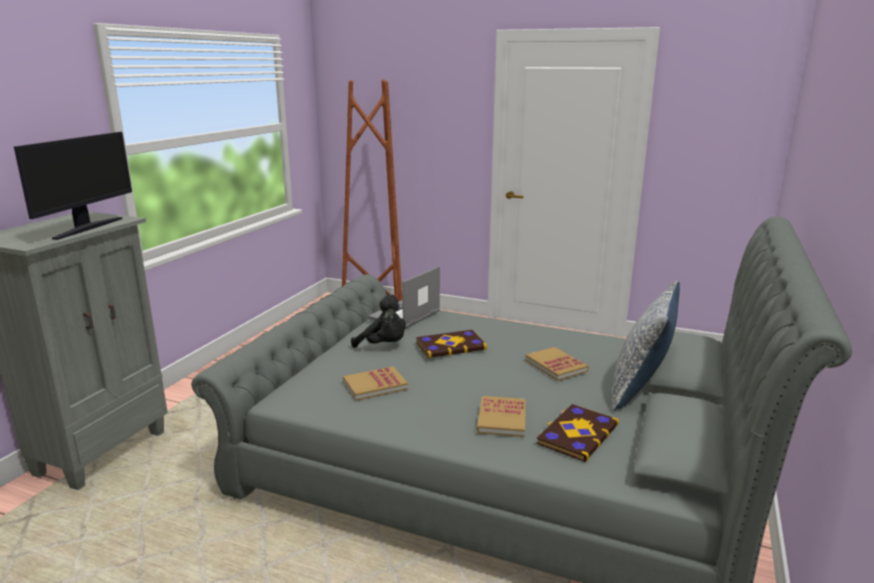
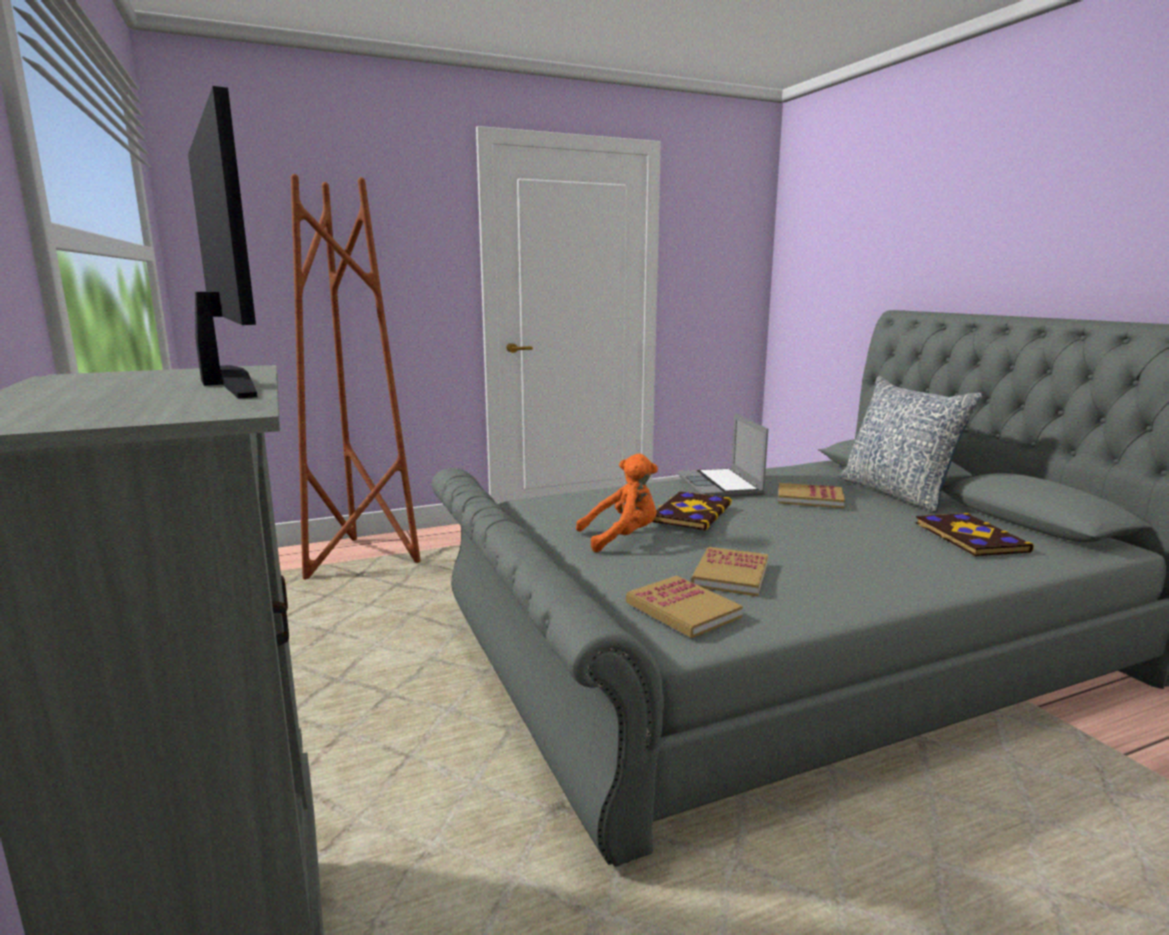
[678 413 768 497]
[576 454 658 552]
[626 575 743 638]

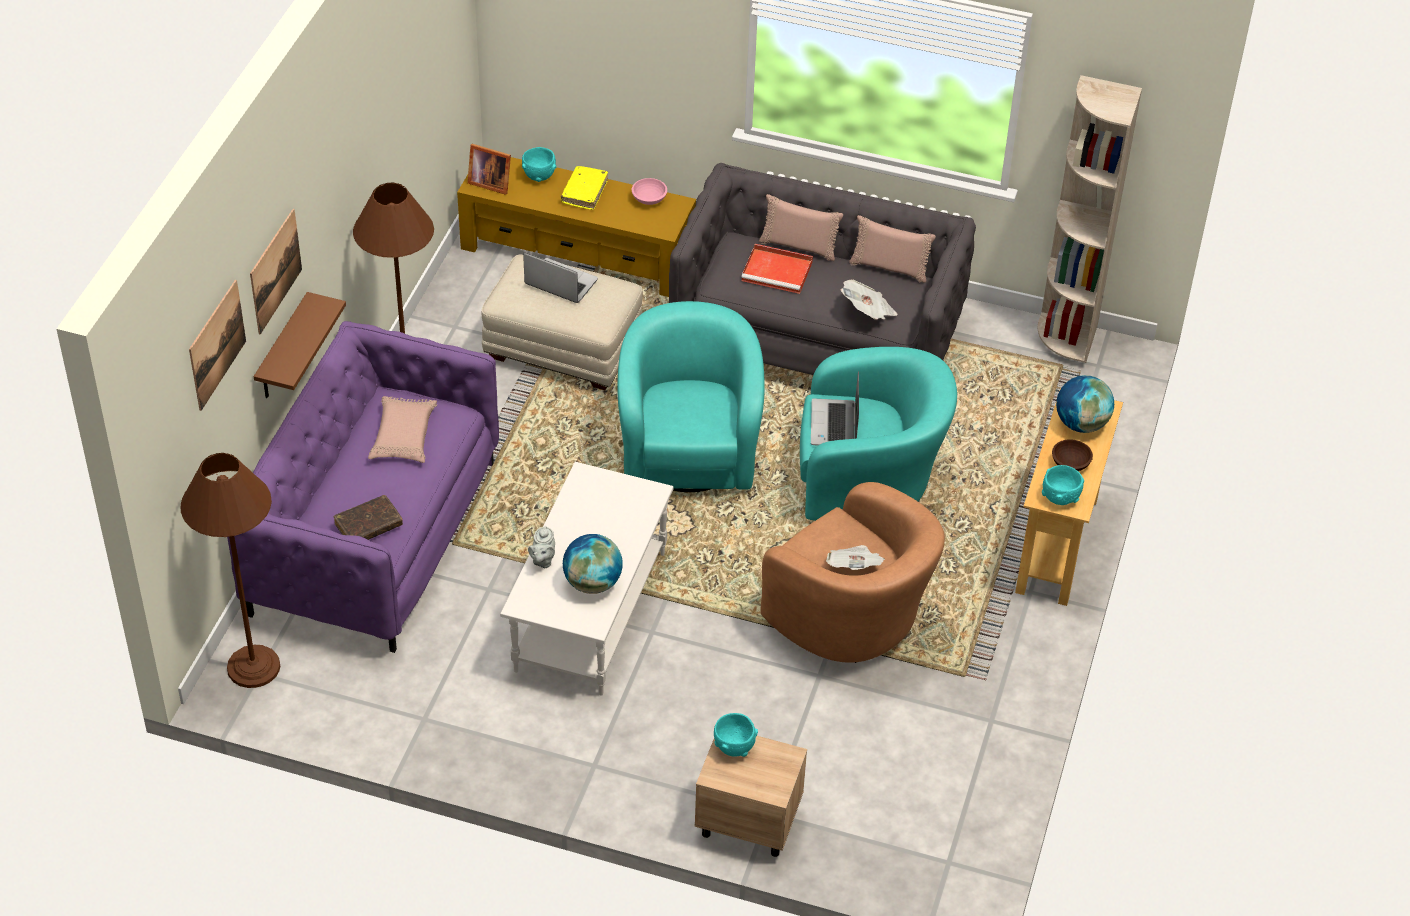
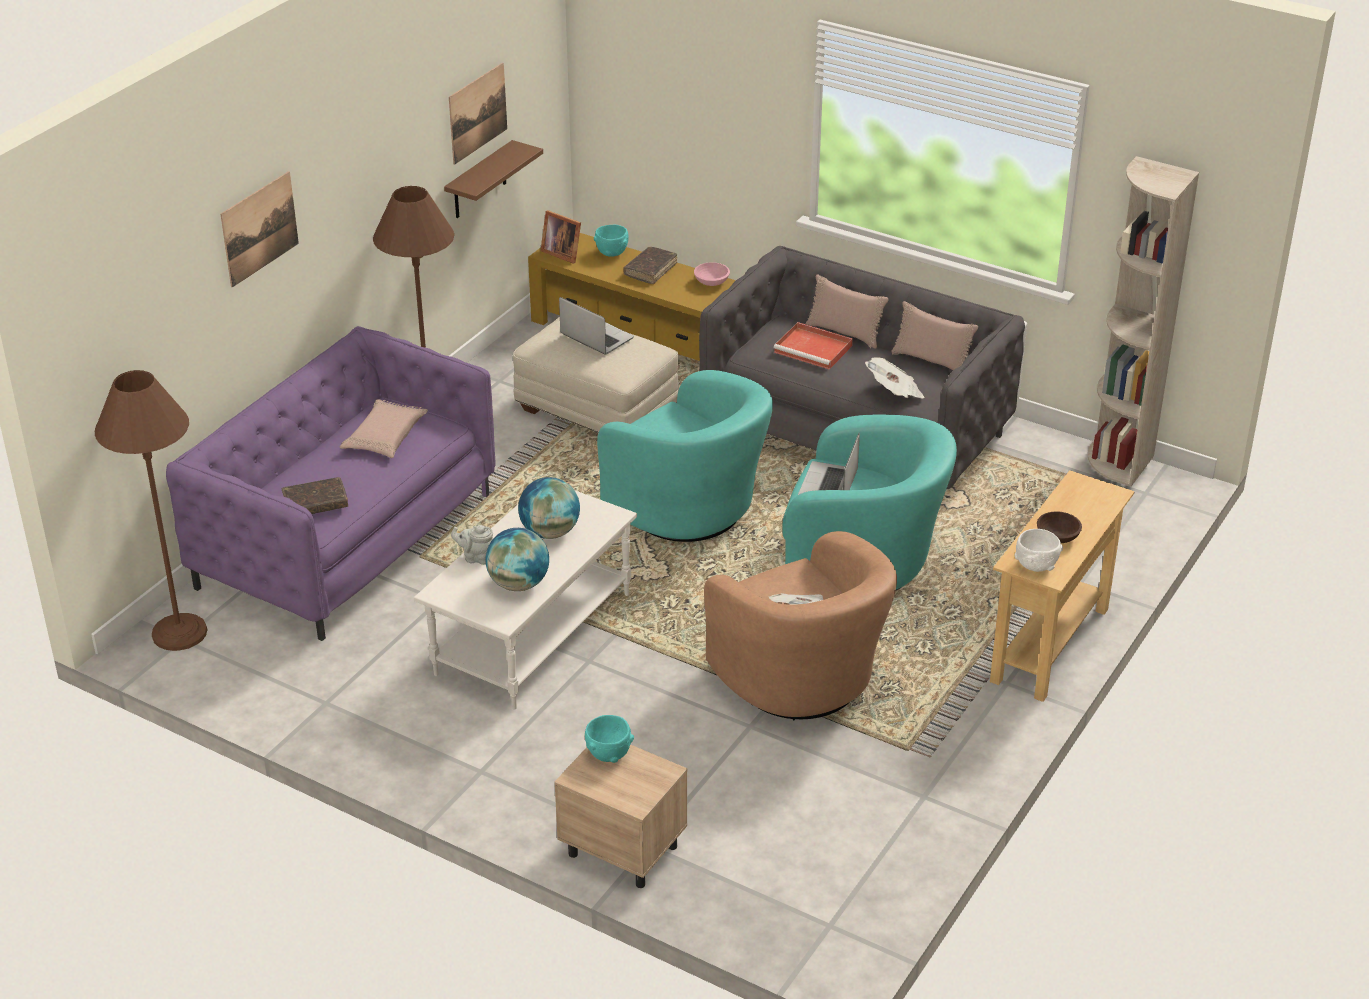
[623 247 678 284]
[449 63 507 165]
[444 140 543 218]
[597 370 773 542]
[518 477 580 539]
[1015 529 1063 572]
[451 525 493 565]

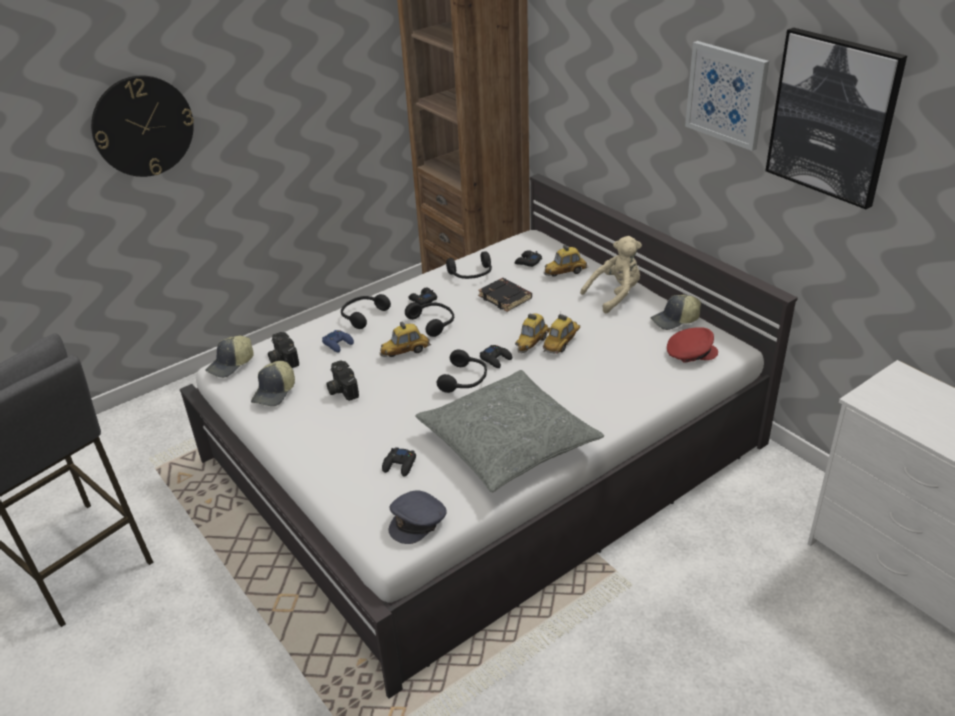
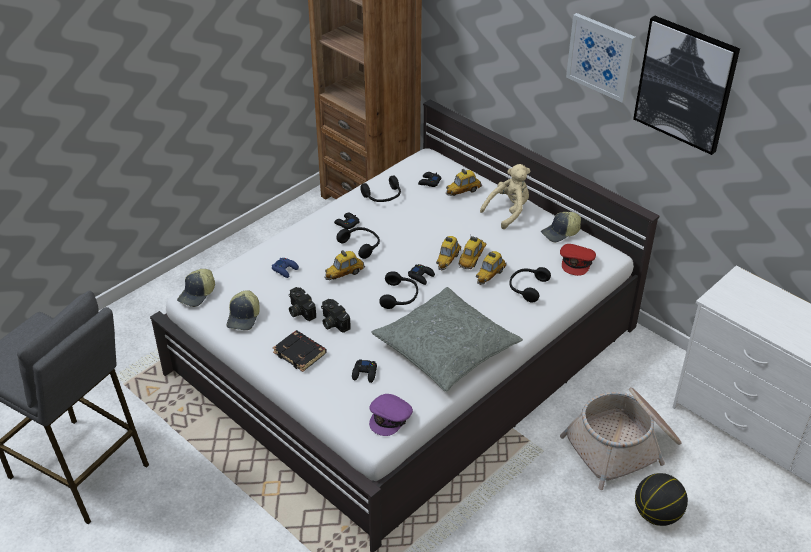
[91 76 194 177] (first image)
[273 330 327 372]
[509 267 551 303]
[560 244 596 276]
[321 299 351 333]
[369 394 413 436]
[476 251 507 285]
[560 387 682 490]
[635 473 688 526]

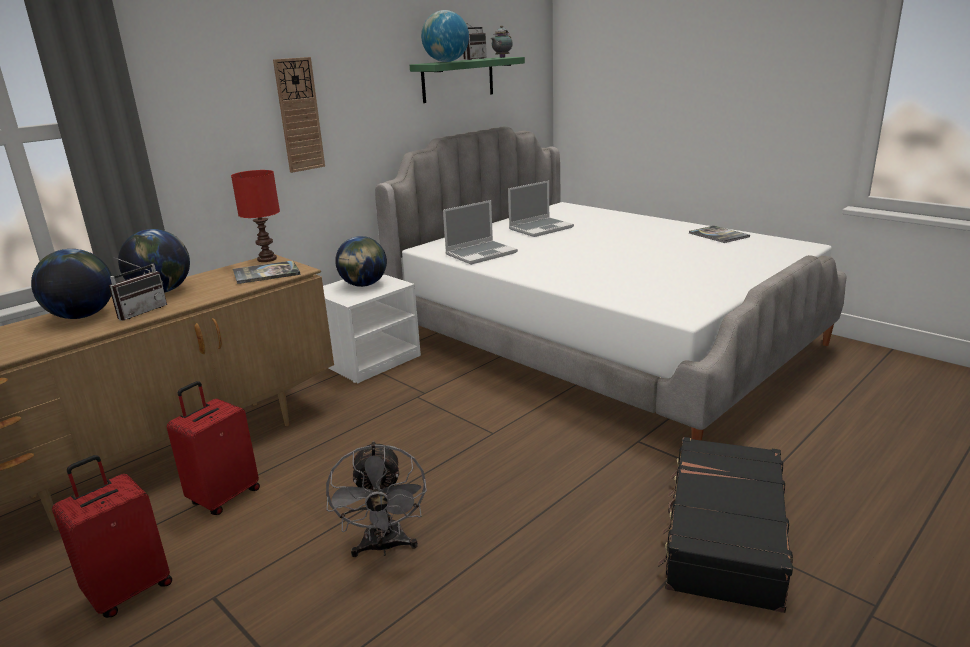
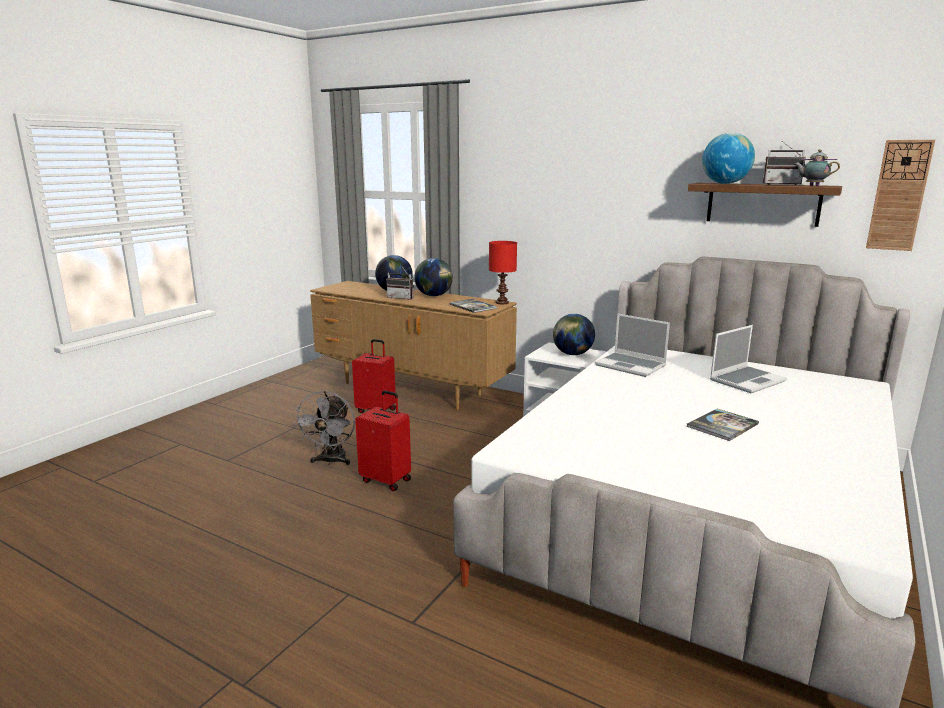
[866 140 935 251]
[688 183 842 227]
[710 325 787 393]
[687 409 759 441]
[658 437 793 613] (first image)
[293 391 355 465]
[355 391 411 491]

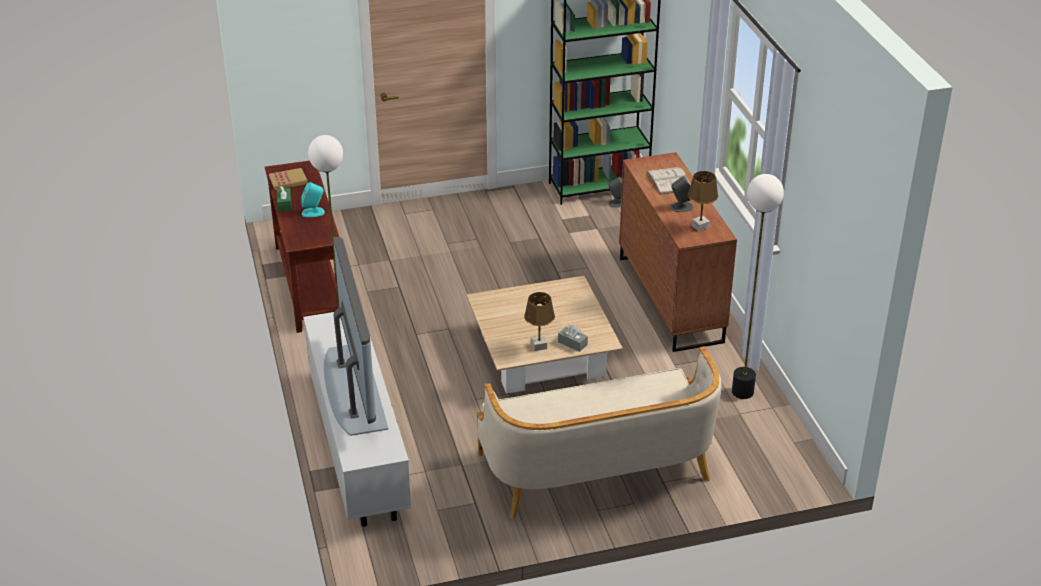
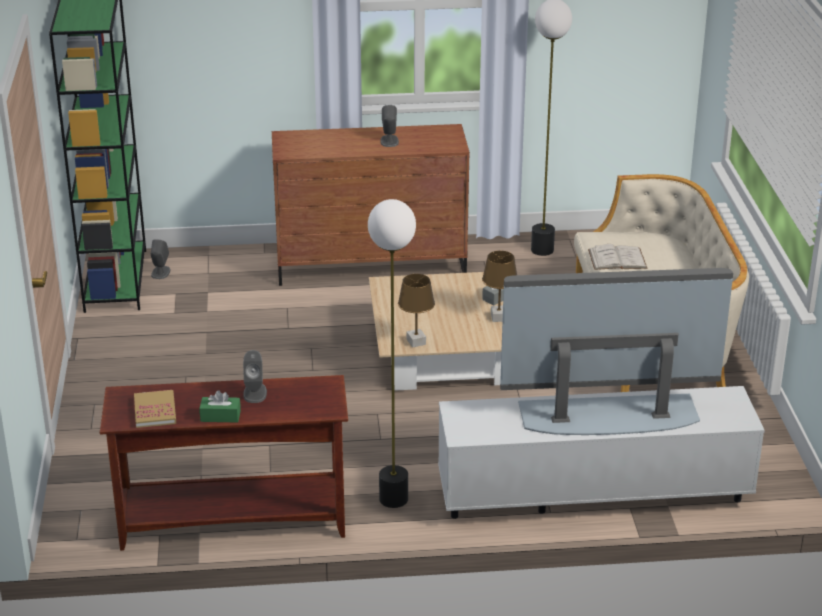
[588 244 647 270]
[398 274 435 348]
[243 350 267 403]

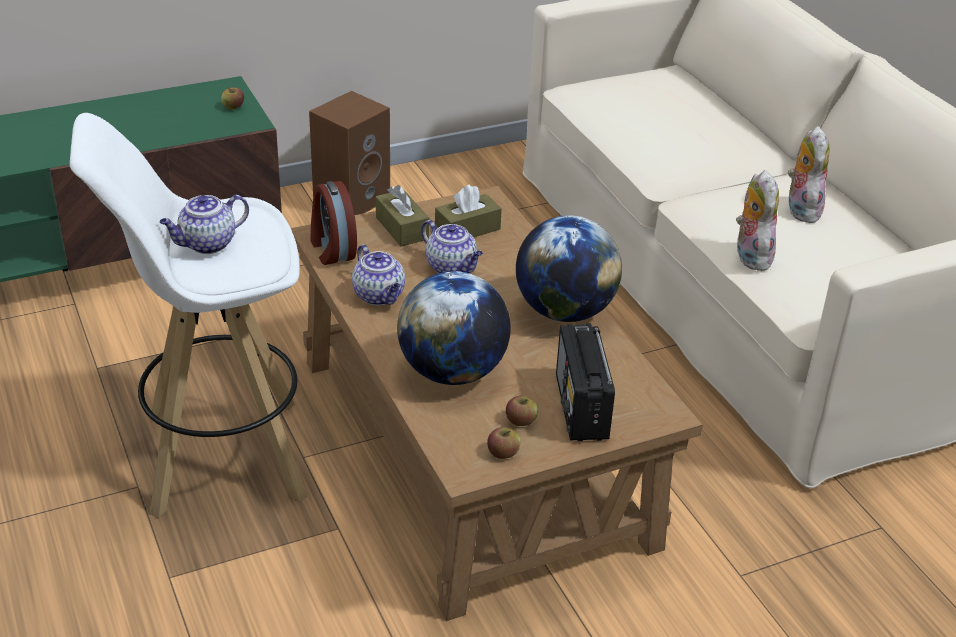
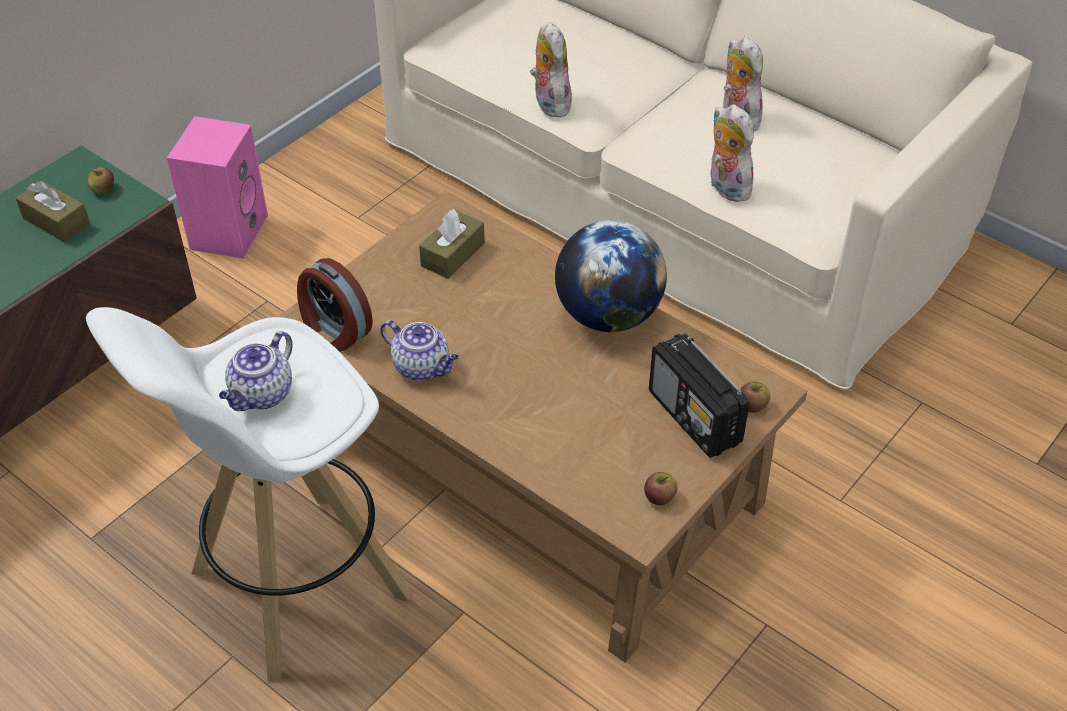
[167 116 268 259]
[16 181 90 242]
[421 220 483 273] (first image)
[397 271 511 385] (first image)
[740 382 770 413]
[530 22 572 117]

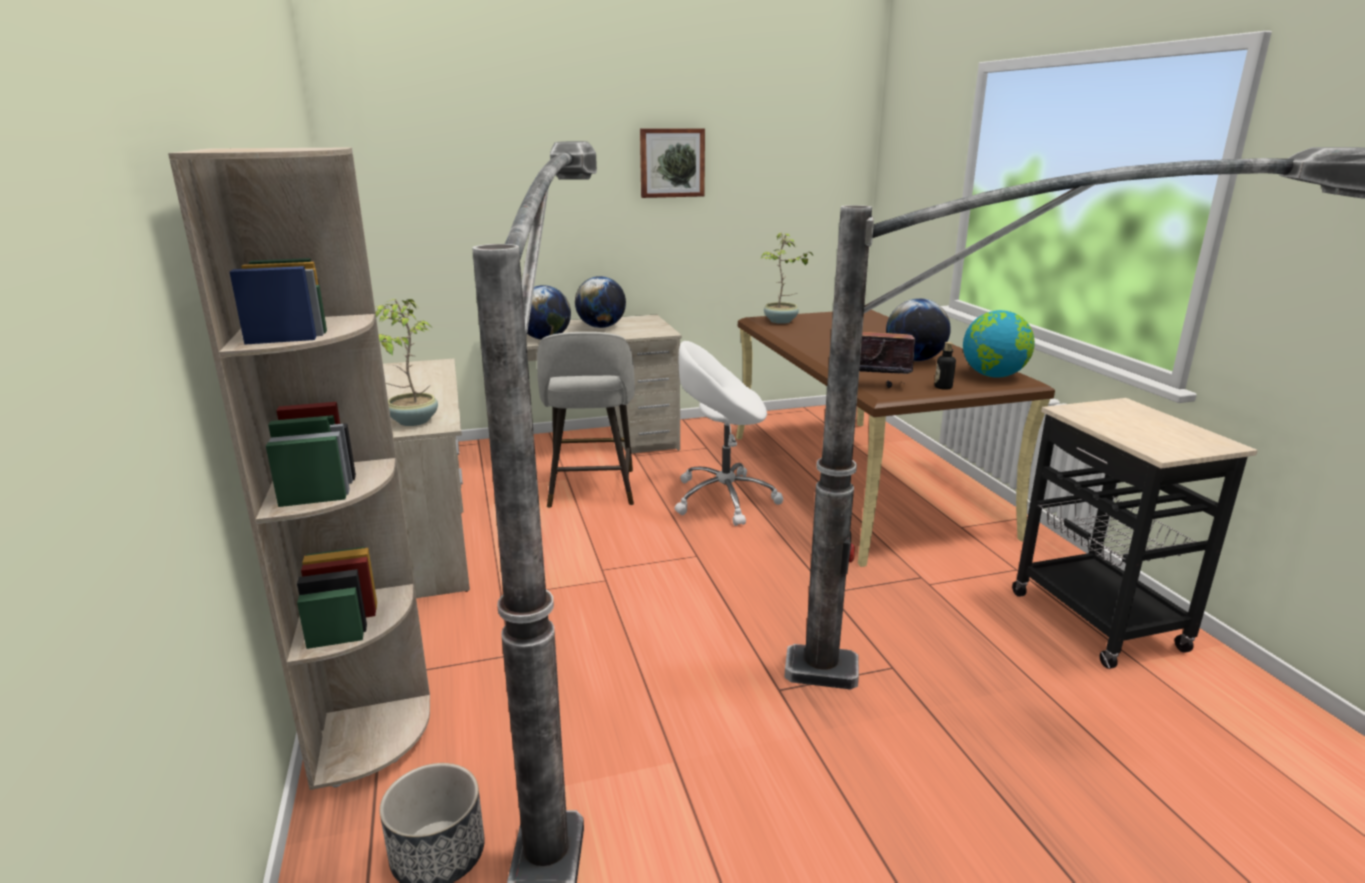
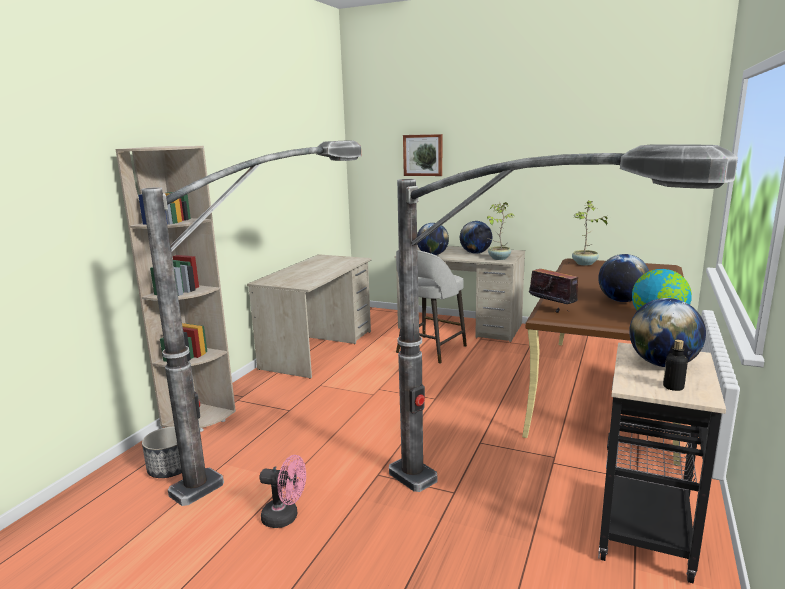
[403 134 442 176]
[487 202 514 260]
[675 341 783 526] (first image)
[663 340 688 391]
[629 298 706 367]
[259 455 306 528]

